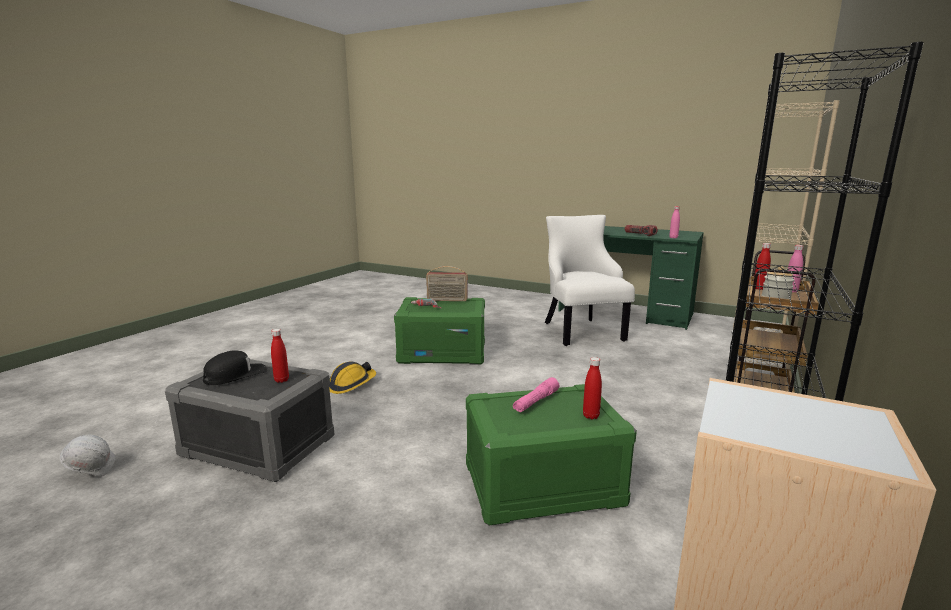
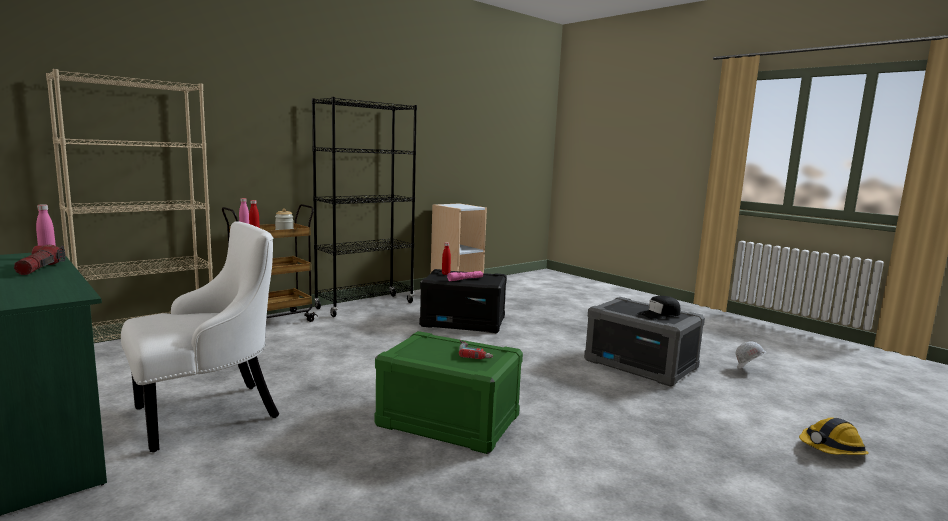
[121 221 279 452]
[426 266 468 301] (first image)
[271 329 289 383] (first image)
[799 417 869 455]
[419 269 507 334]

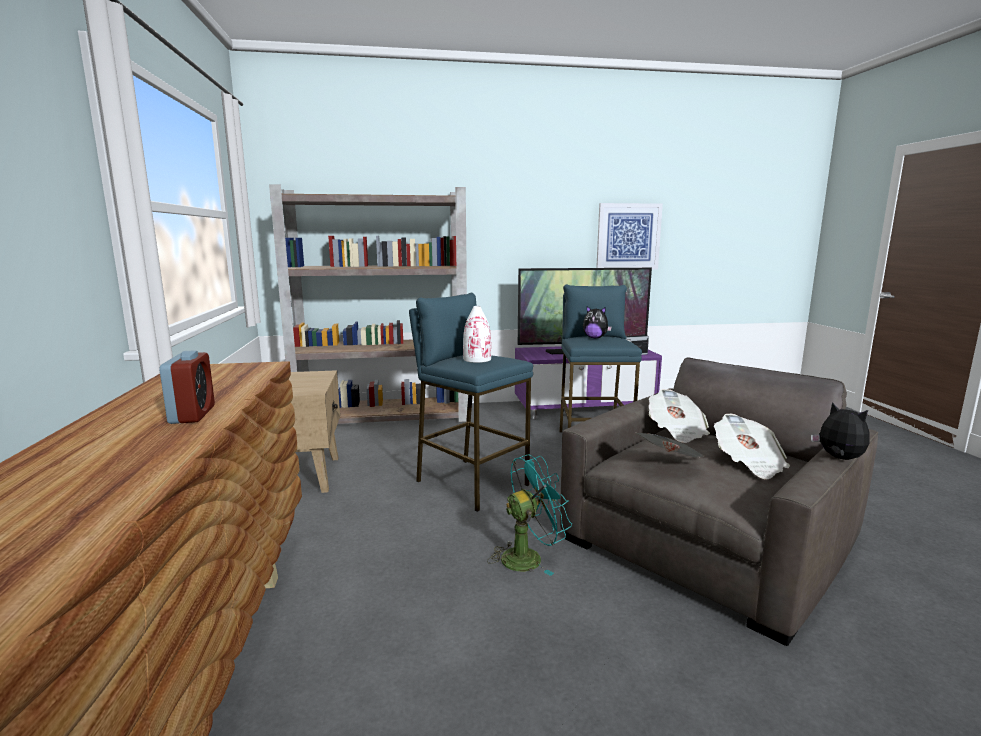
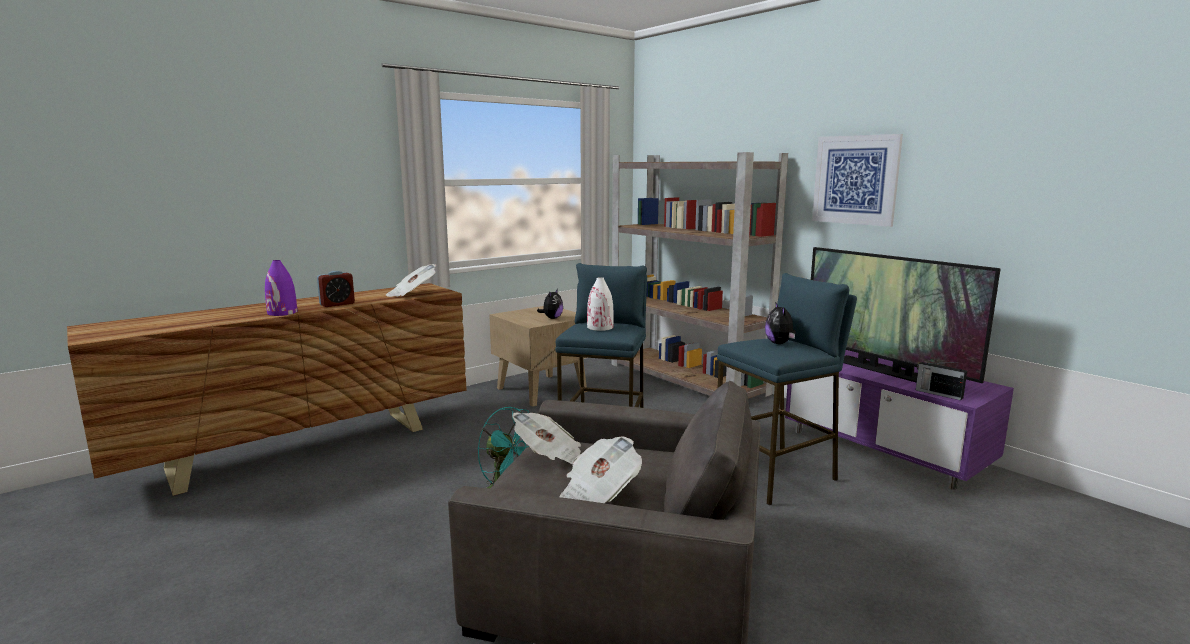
[812 134 903 227]
[386 264 436 297]
[537 289 563 319]
[265 260 297 316]

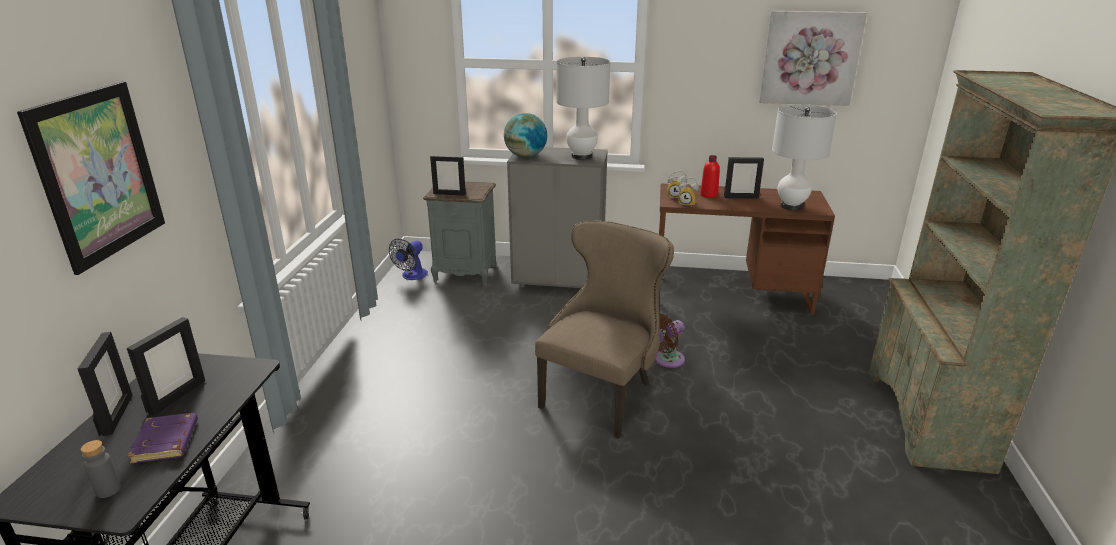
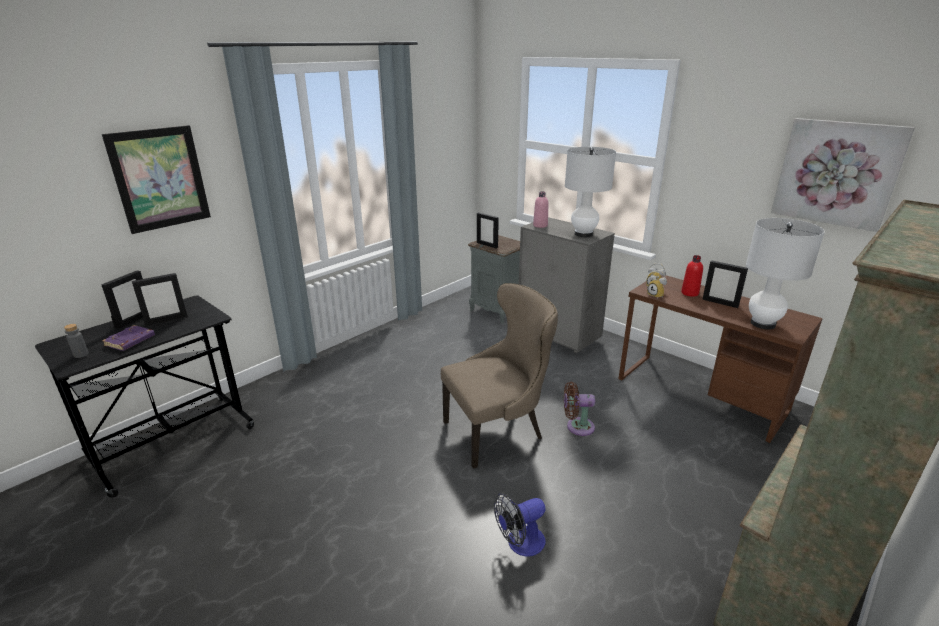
[533 191 548 228]
[494 494 546 557]

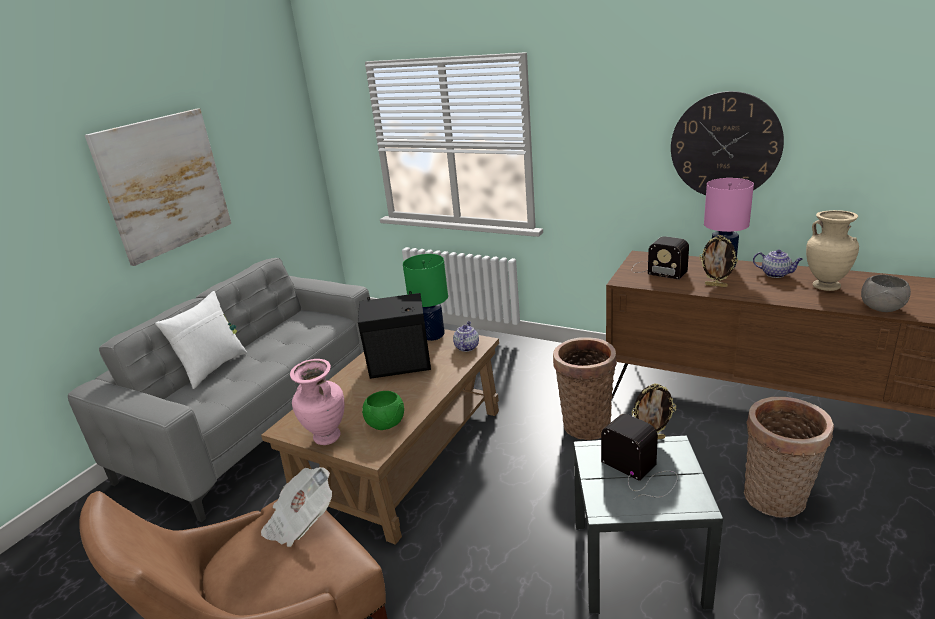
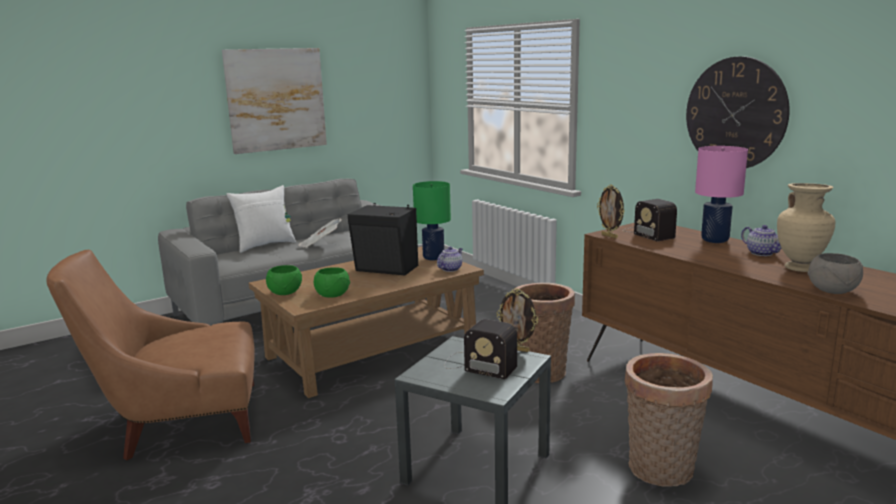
[597 184 625 238]
[266 265 302 295]
[444 319 517 379]
[298 218 342 248]

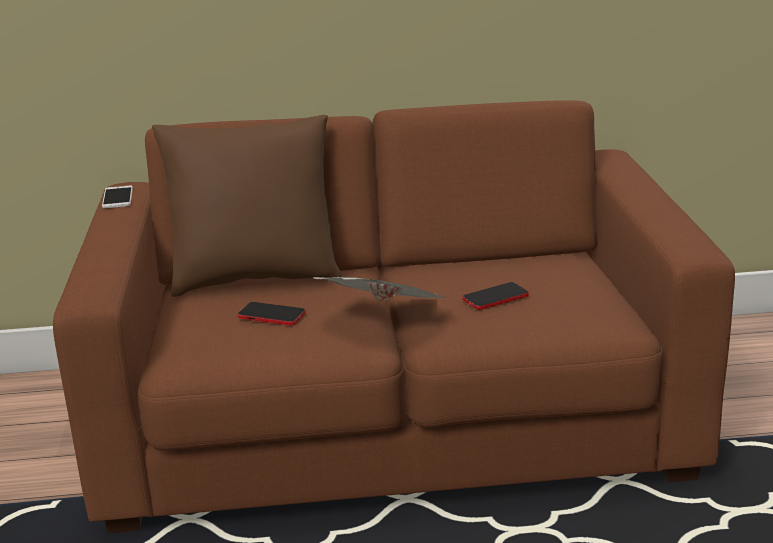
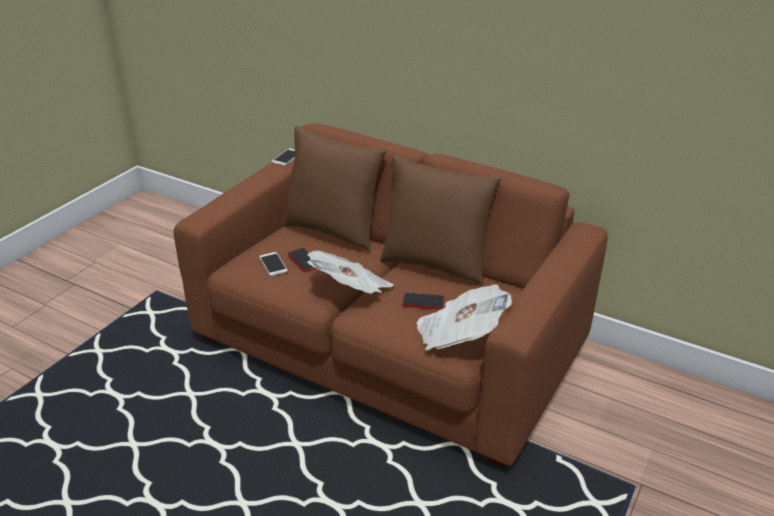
[380 155 501 286]
[259 252 287 276]
[416 284 512 351]

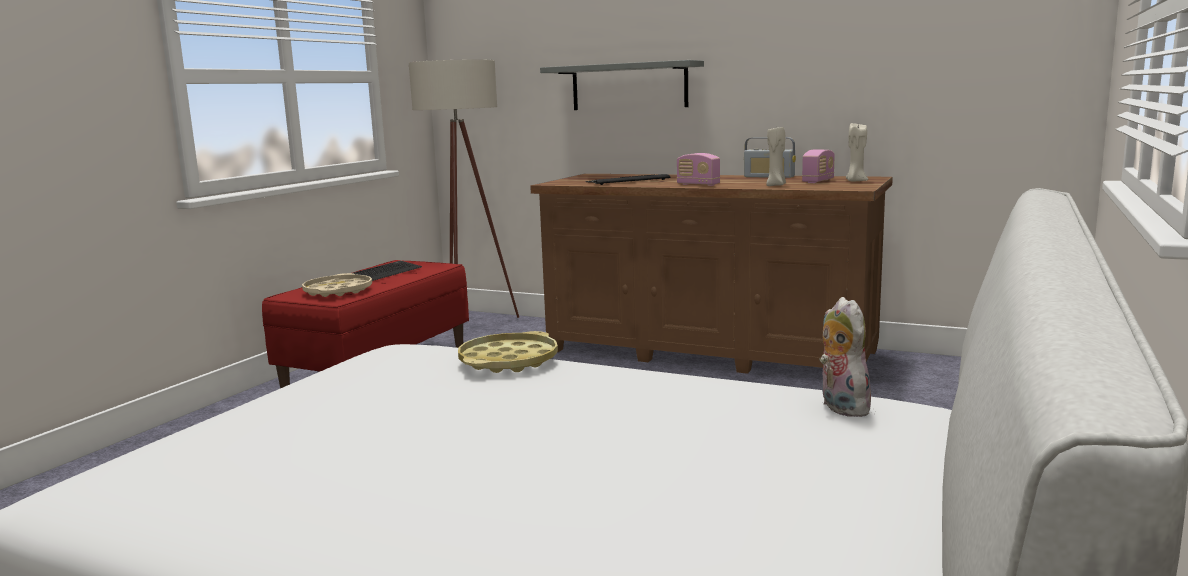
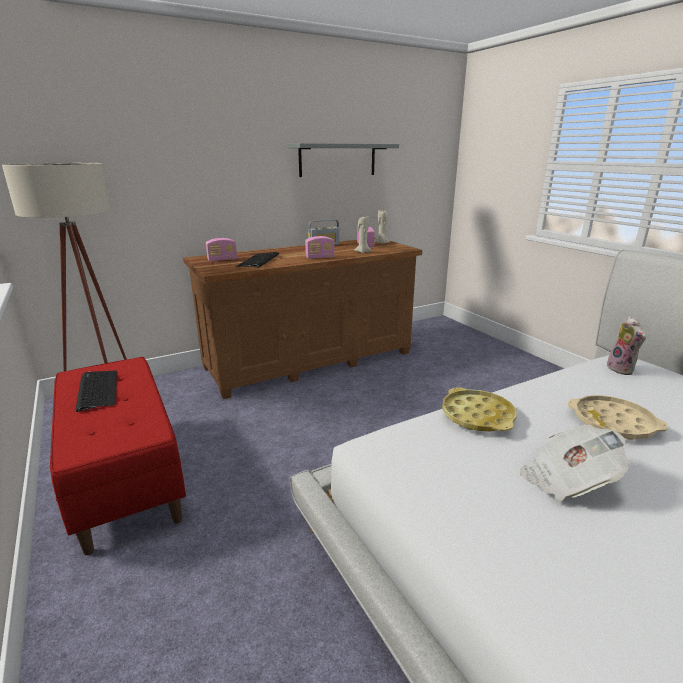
[287 143 399 177]
[568 395 668 440]
[607 316 646 375]
[206 238 237 262]
[520 425 630 501]

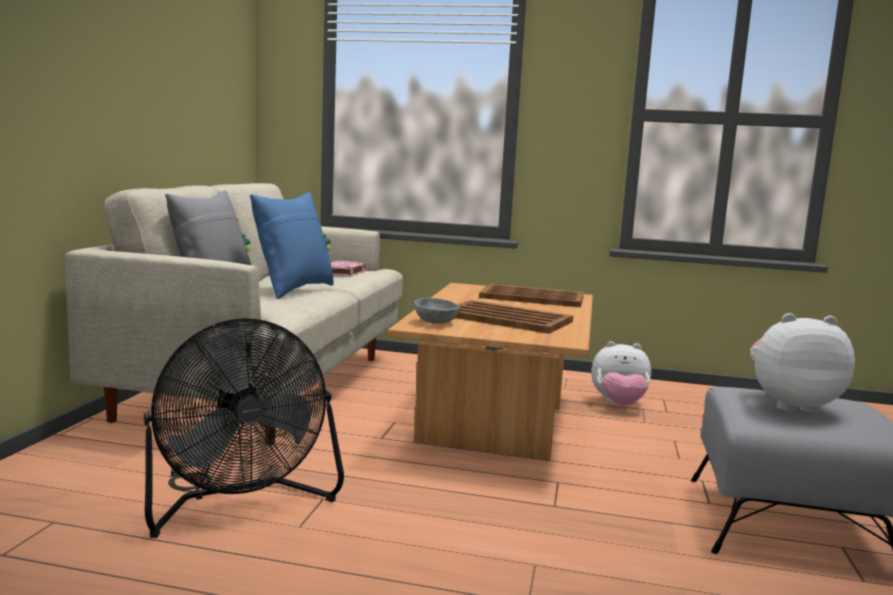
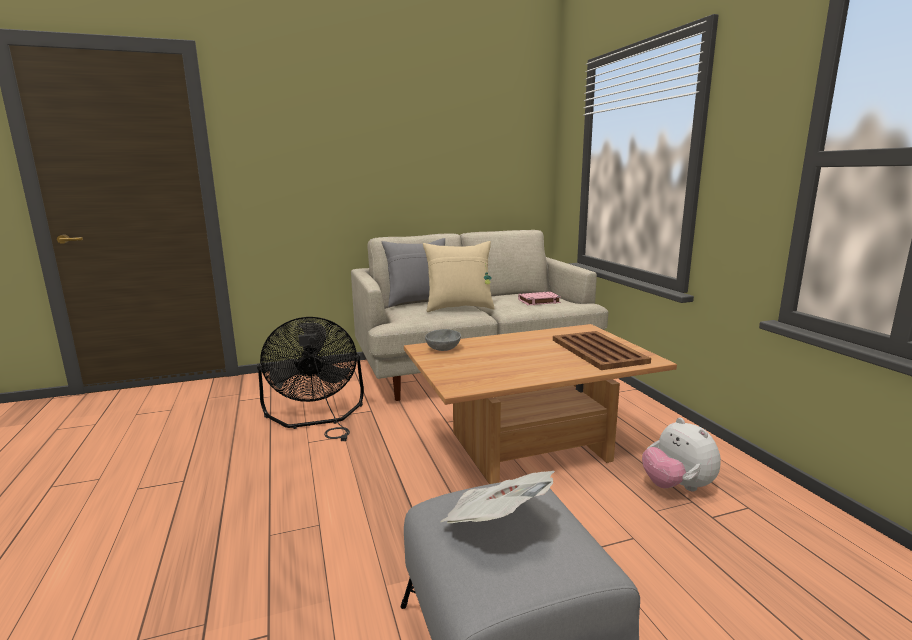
[423 241 495 312]
[455 300 573 334] (first image)
[440 471 555 523]
[257 317 364 441]

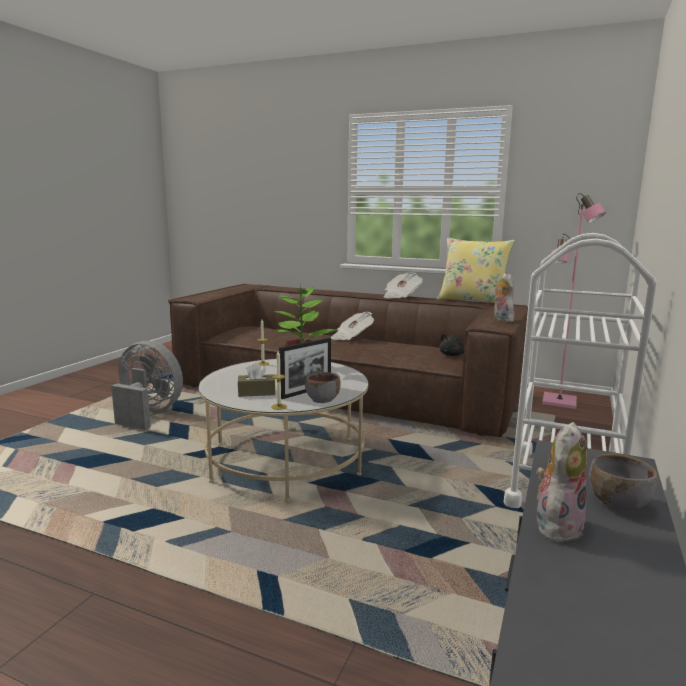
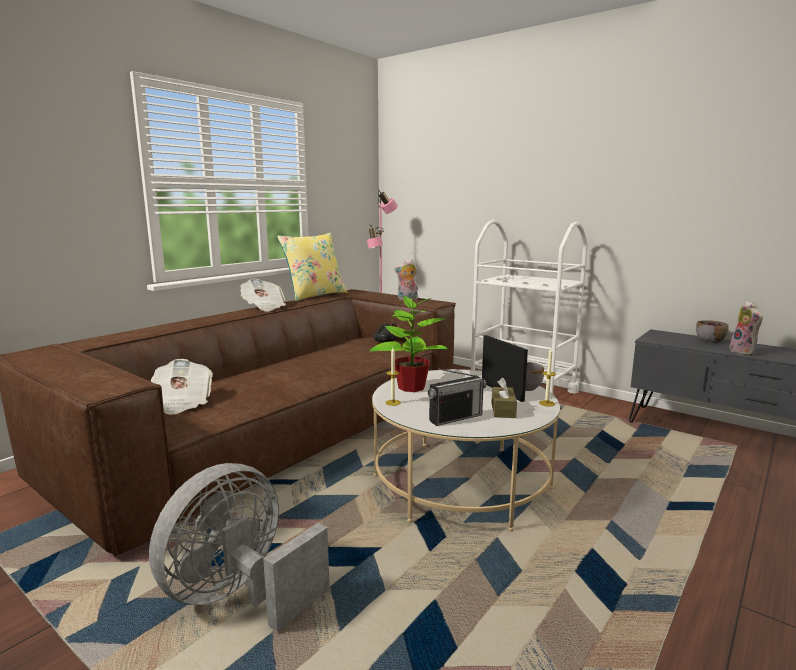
[151 359 213 415]
[730 301 763 356]
[428 369 486 426]

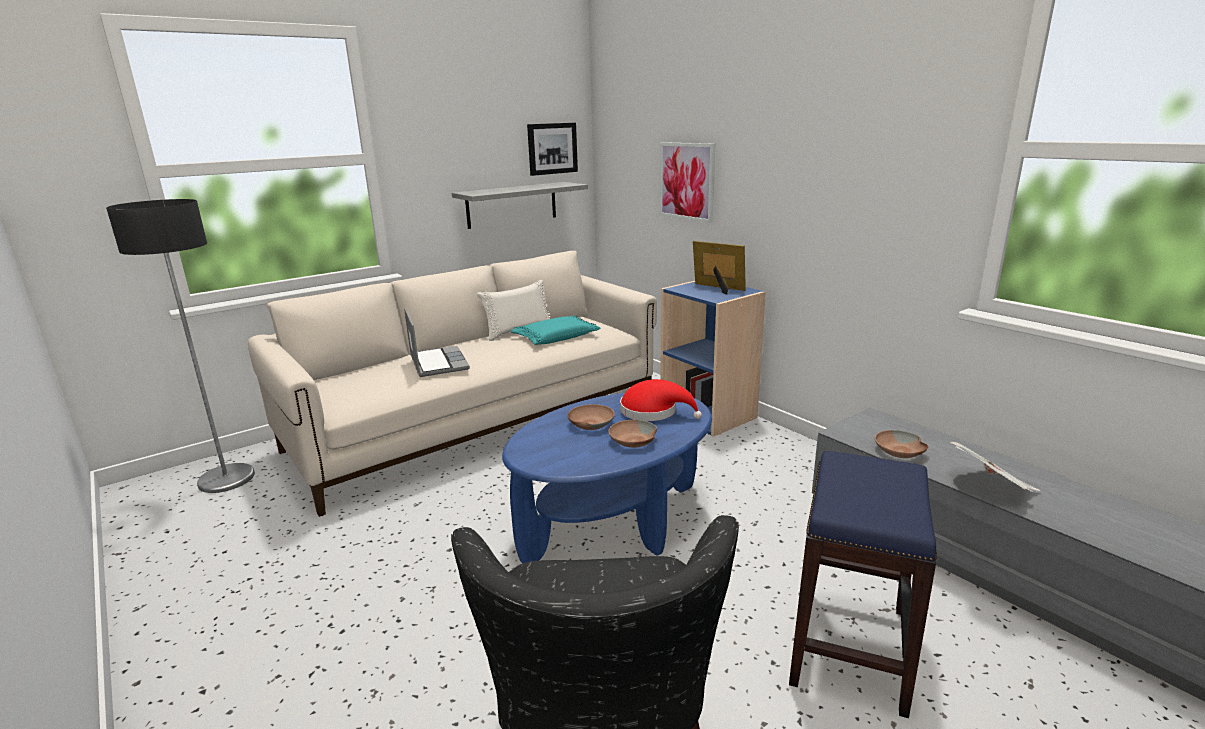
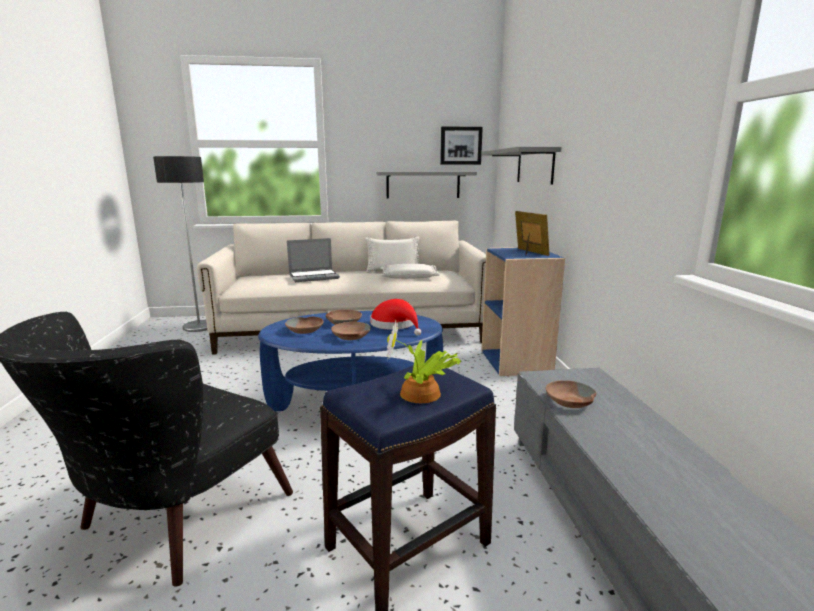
[482 147 562 185]
[287 238 340 282]
[380 264 440 279]
[950 442 1040 492] (first image)
[285 317 324 334]
[386 320 461 403]

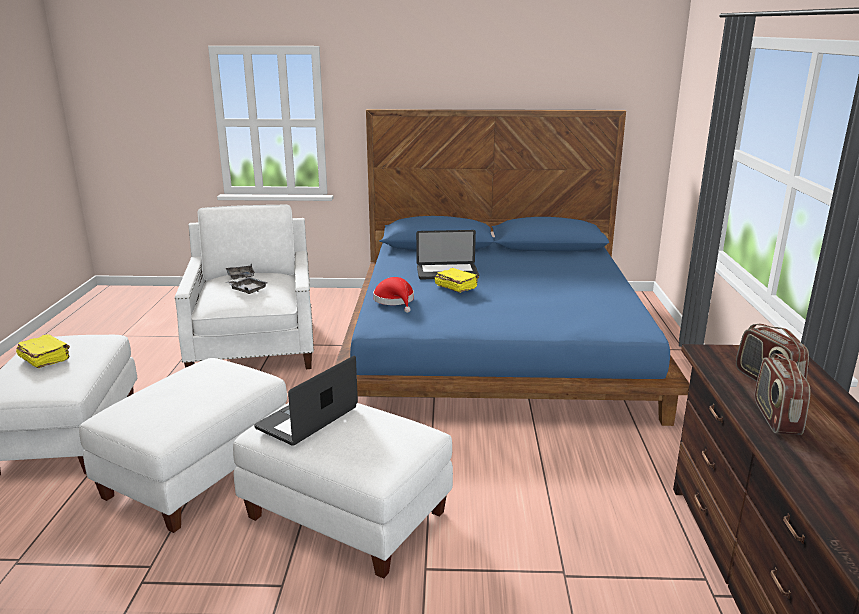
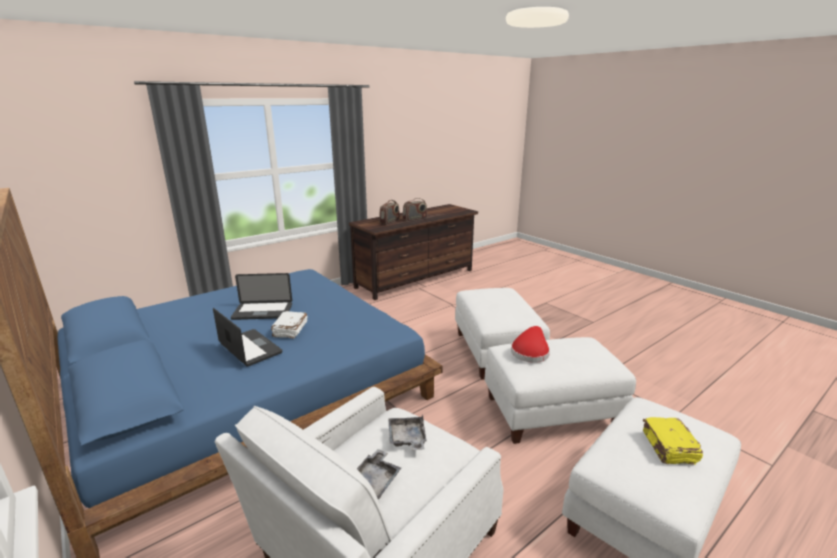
[271 311 307 339]
[511 326 550 363]
[231 273 292 320]

